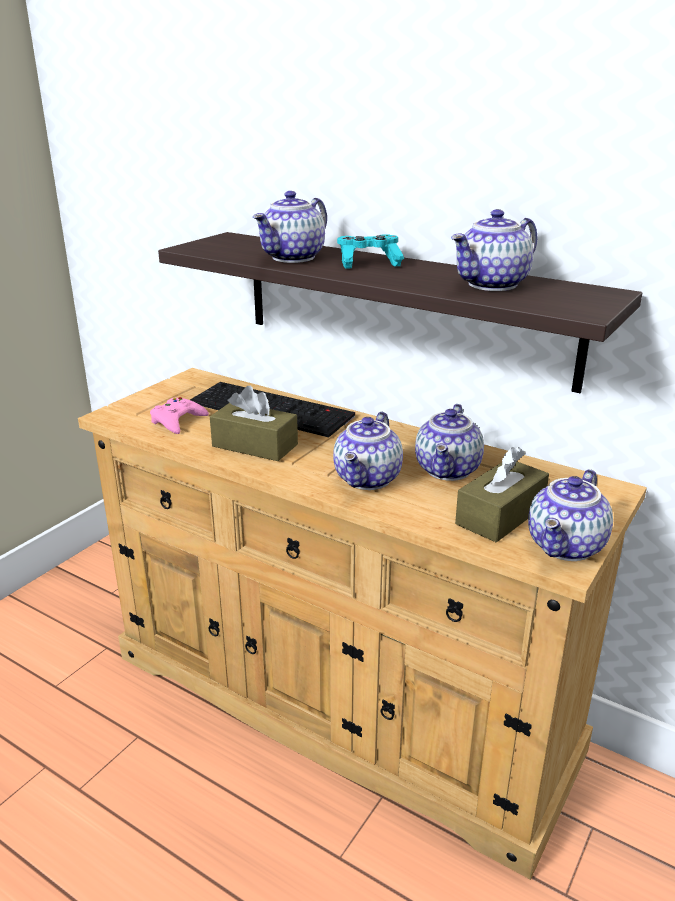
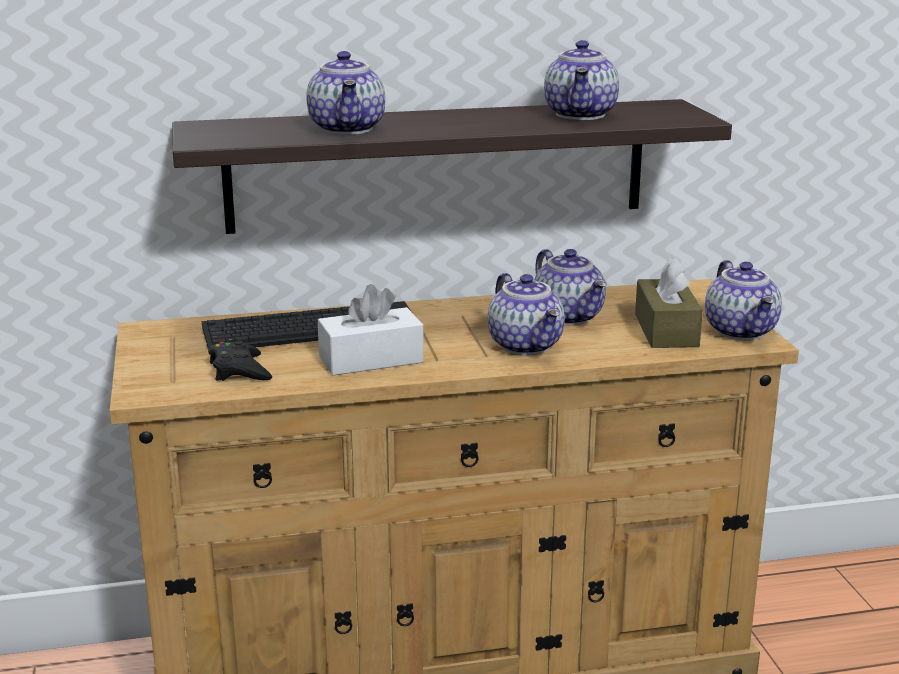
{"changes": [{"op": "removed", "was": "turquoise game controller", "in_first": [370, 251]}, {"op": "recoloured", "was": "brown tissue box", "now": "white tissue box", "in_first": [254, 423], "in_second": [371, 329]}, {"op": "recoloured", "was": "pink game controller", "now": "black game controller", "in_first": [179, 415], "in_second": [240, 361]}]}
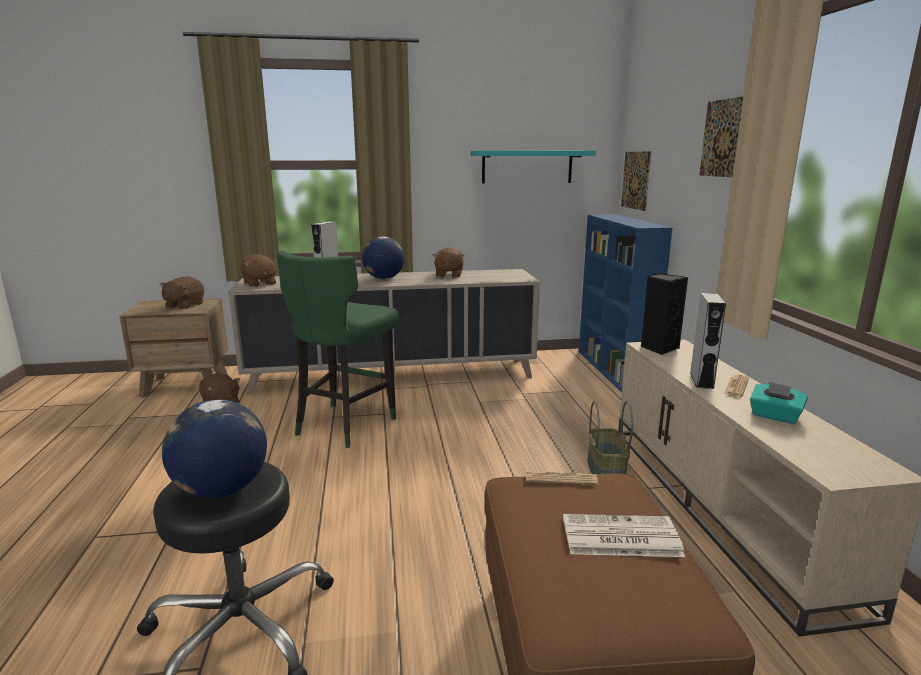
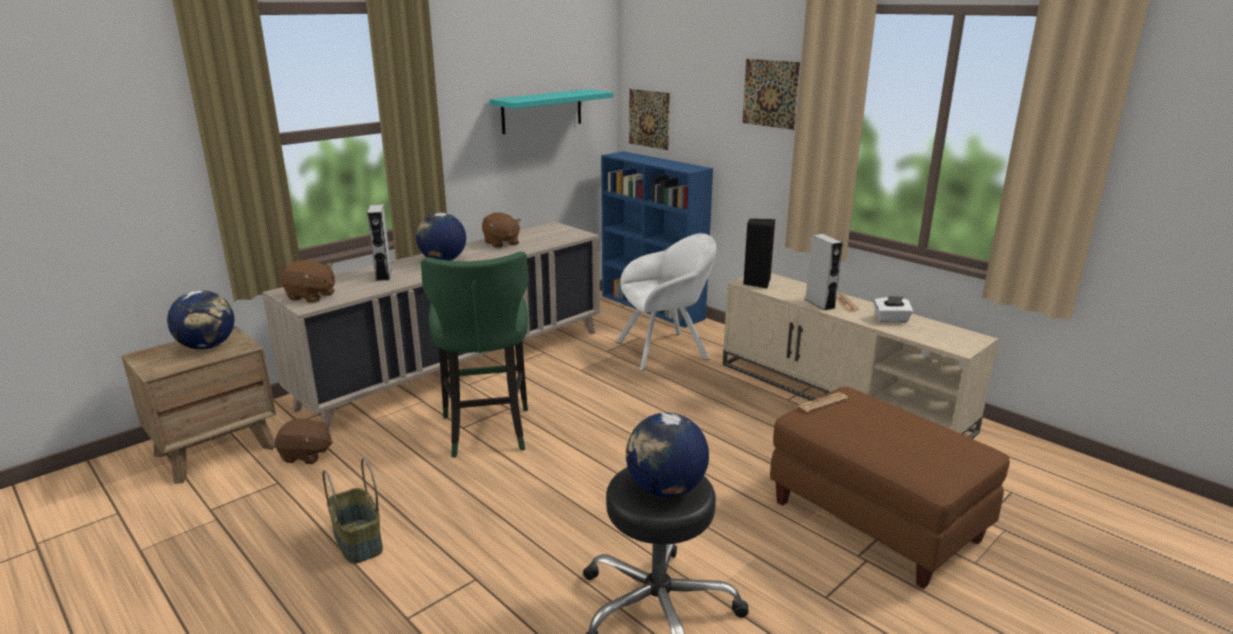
{"changes": [{"op": "replaced", "was": "brown plush toy", "now": "globe", "in_first": [182, 292], "in_second": [200, 320]}, {"op": "recoloured", "was": "turquoise tissue box", "now": "white tissue box", "in_first": [779, 403], "in_second": [893, 309]}, {"op": "moved", "was": "basket", "in_first": [610, 437], "in_second": [353, 511]}, {"op": "removed", "was": "newspaper", "in_first": [624, 535]}, {"op": "added", "now": "white armchair", "in_second": [666, 302]}]}
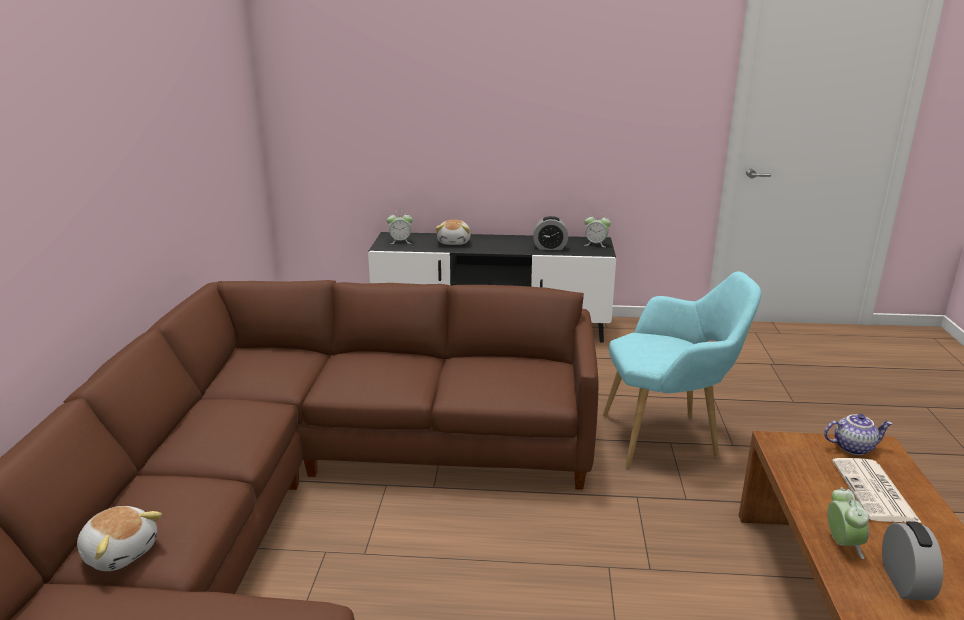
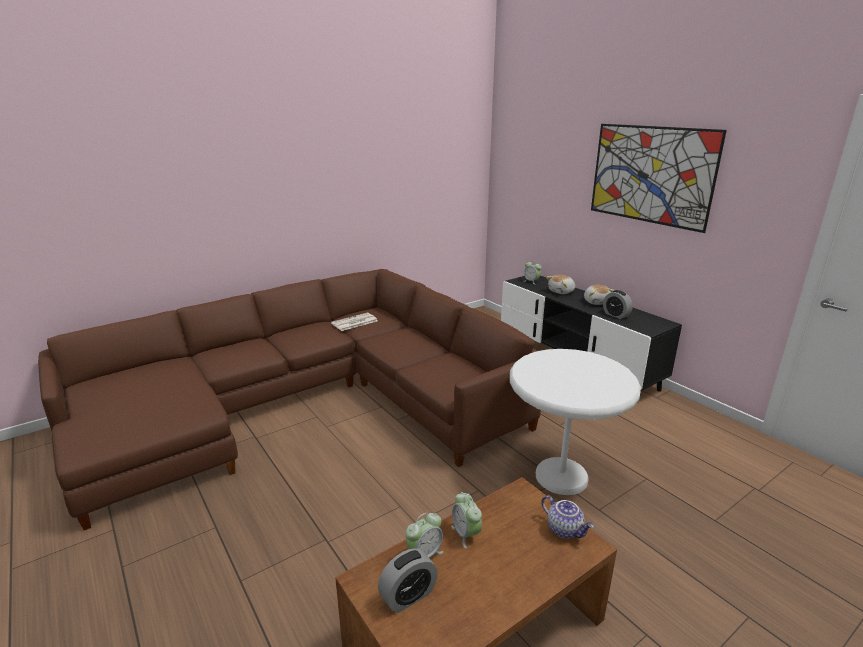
{"changes": [{"op": "moved", "was": "alarm clock", "in_first": [597, 230], "in_second": [466, 520]}, {"op": "replaced", "was": "turquoise armchair", "now": "white side table", "in_first": [682, 370], "in_second": [575, 422]}, {"op": "moved", "was": "newspaper", "in_first": [877, 490], "in_second": [354, 322]}, {"op": "moved", "was": "plush toy", "in_first": [119, 538], "in_second": [599, 295]}, {"op": "added", "now": "picture", "in_second": [659, 178]}]}
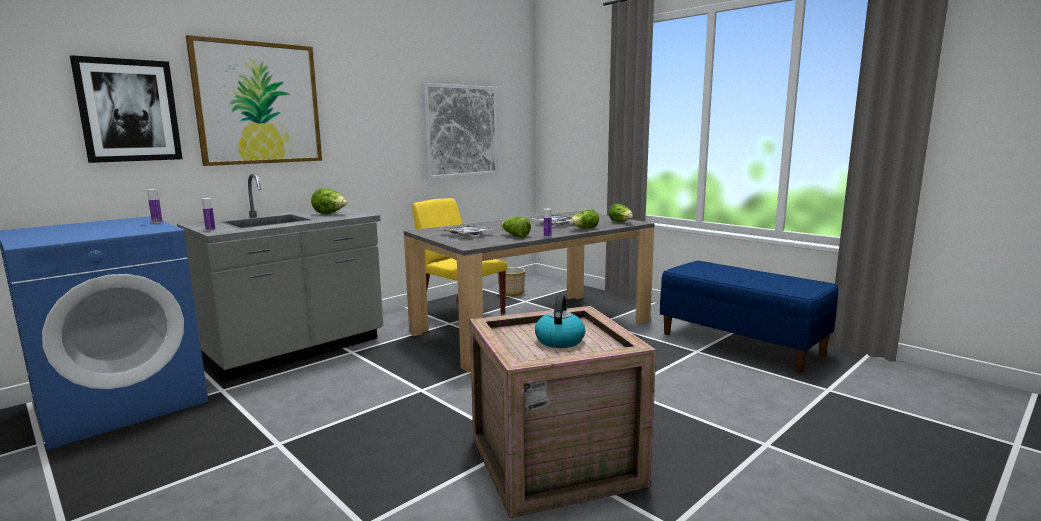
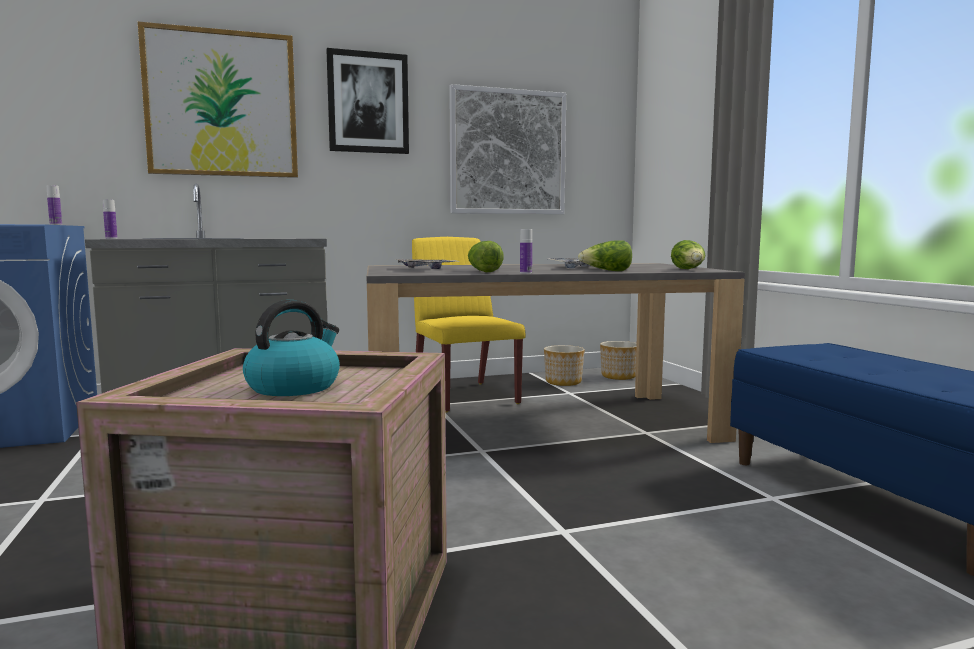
{"changes": [{"op": "moved", "was": "picture", "in_first": [126, 109], "in_second": [367, 101]}, {"op": "removed", "was": "lettuce", "in_first": [329, 201]}, {"op": "added", "now": "planter", "in_second": [618, 360]}]}
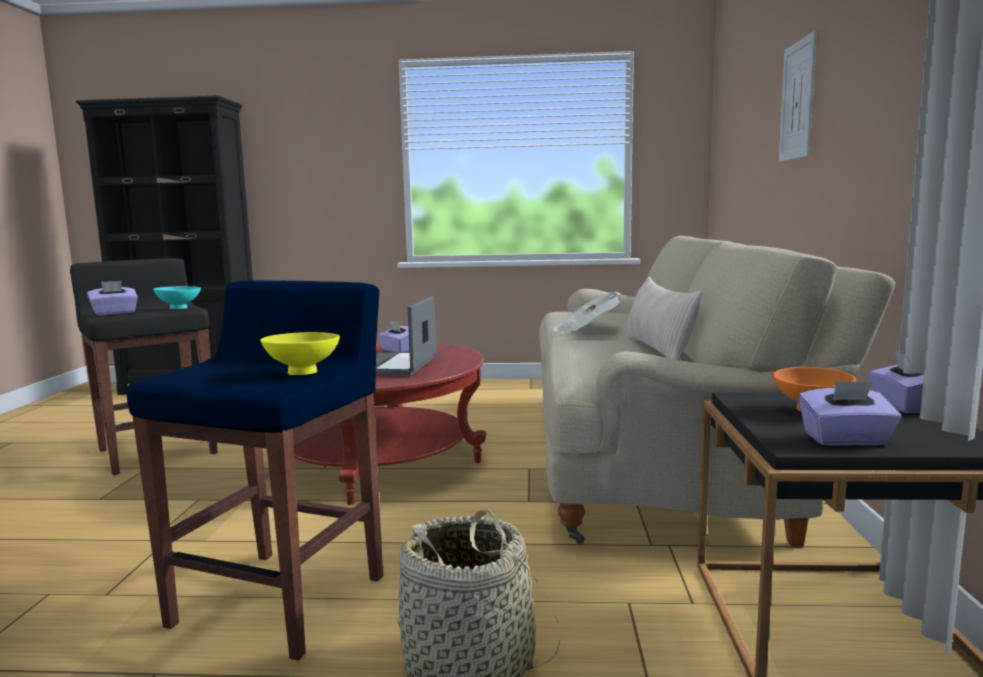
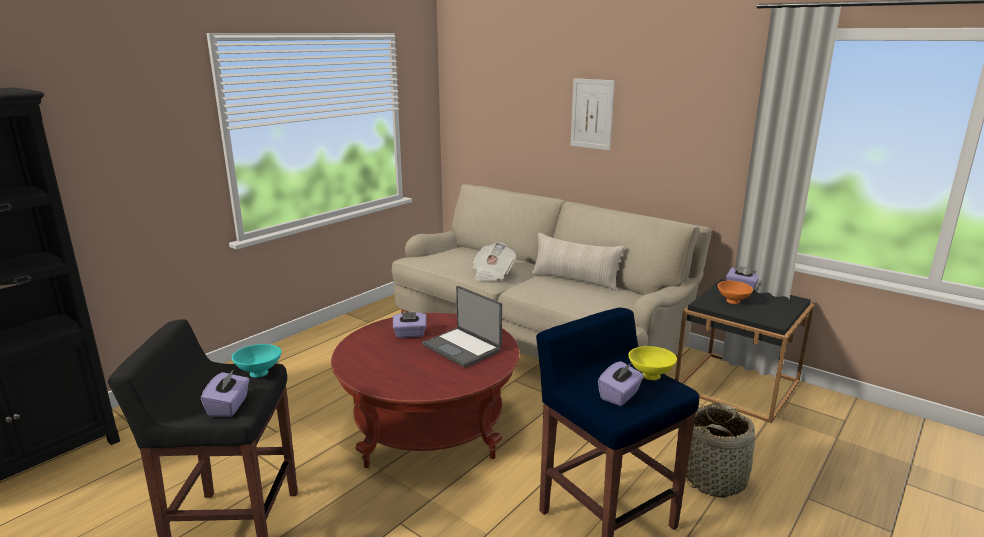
{"changes": [{"op": "moved", "was": "purple tissue box", "in_first": [849, 413], "in_second": [621, 383]}]}
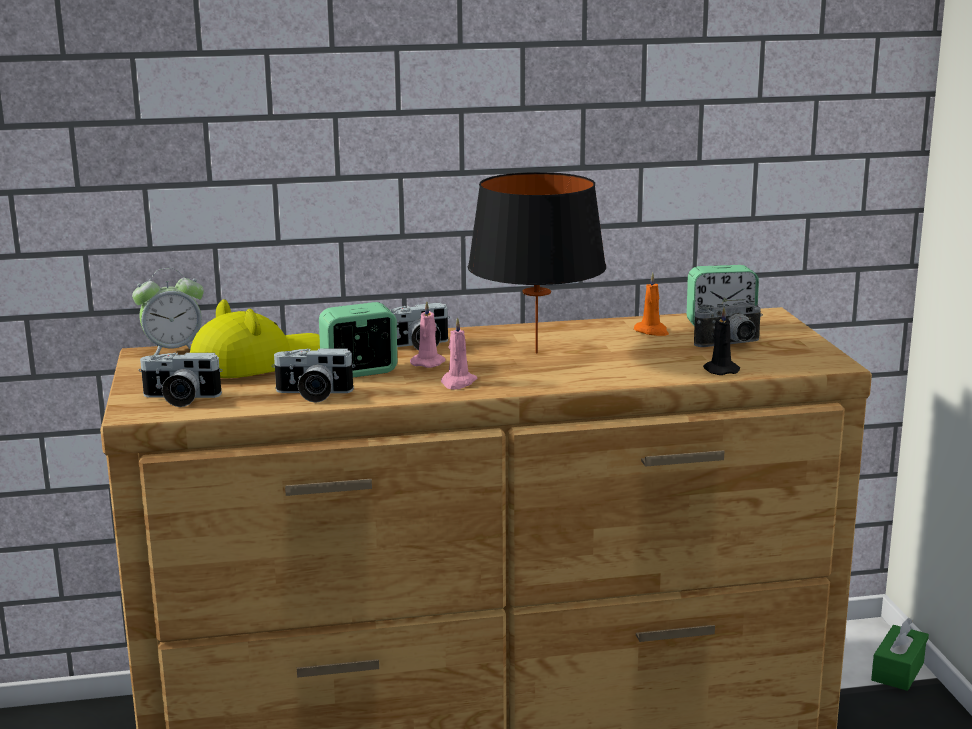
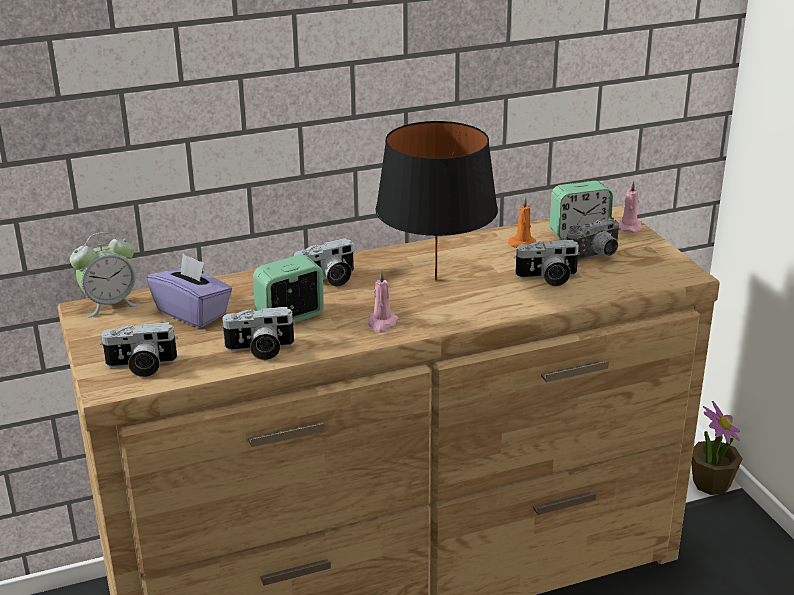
{"changes": [{"op": "replaced", "was": "yellow hat", "now": "purple tissue box", "in_first": [255, 338], "in_second": [189, 291]}, {"op": "moved", "was": "pink candle", "in_first": [428, 334], "in_second": [630, 206]}, {"op": "removed", "was": "black candle", "in_first": [721, 341]}, {"op": "replaced", "was": "green tissue box", "now": "potted plant", "in_first": [900, 654], "in_second": [716, 448]}, {"op": "added", "now": "photo camera", "in_second": [547, 263]}]}
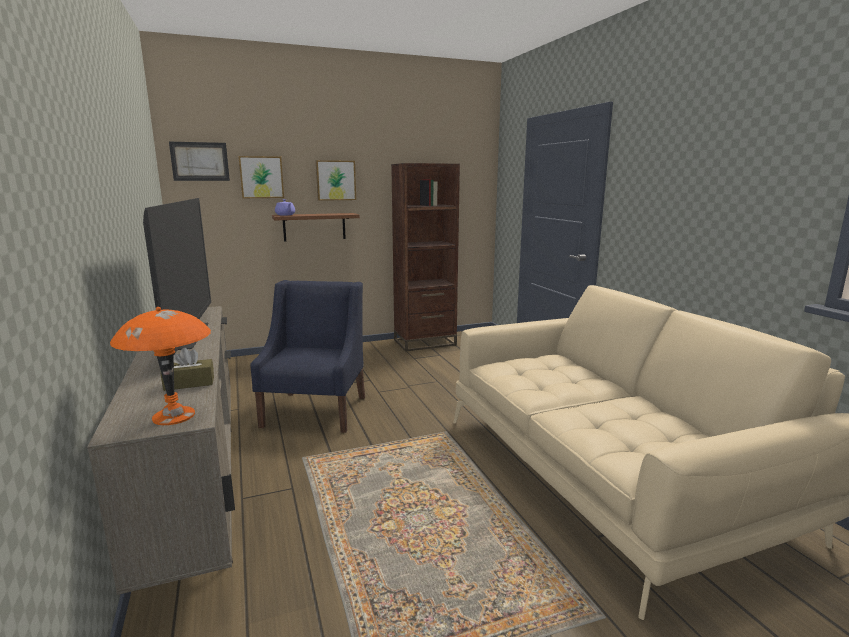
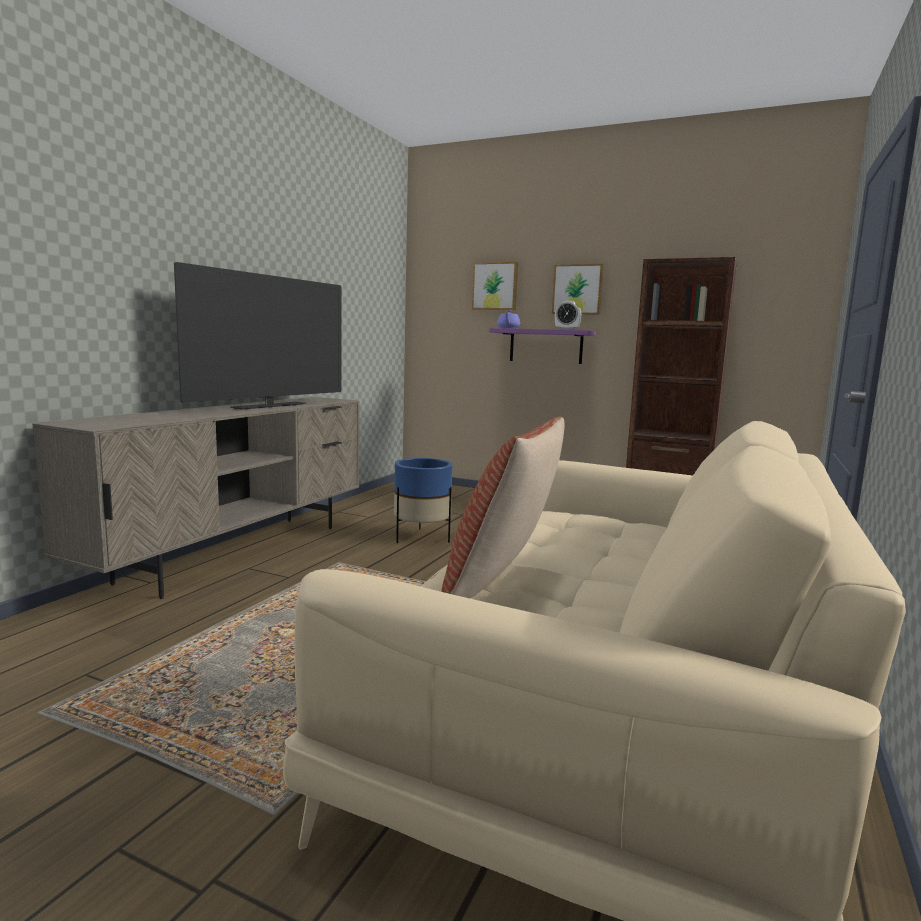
{"changes": [{"op": "removed", "was": "picture", "in_first": [199, 161]}, {"op": "recoloured", "was": "brown shelf", "now": "purple shelf", "in_first": [316, 227], "in_second": [542, 346]}, {"op": "replaced", "was": "blue armchair", "now": "blue planter", "in_first": [307, 356], "in_second": [423, 500]}, {"op": "removed", "was": "orange table lamp", "in_first": [160, 366]}, {"op": "removed", "was": "brown tissue box", "in_first": [187, 369]}, {"op": "added", "now": "alarm clock", "in_second": [568, 315]}, {"op": "added", "now": "pillow", "in_second": [503, 508]}]}
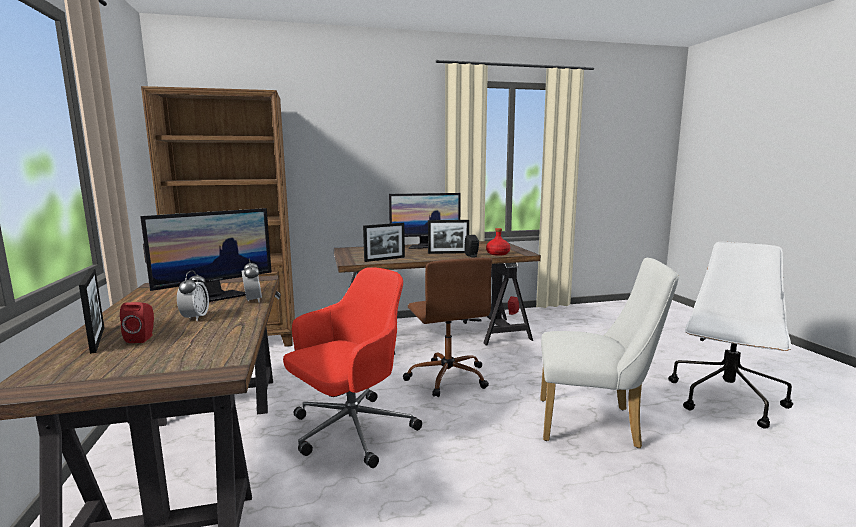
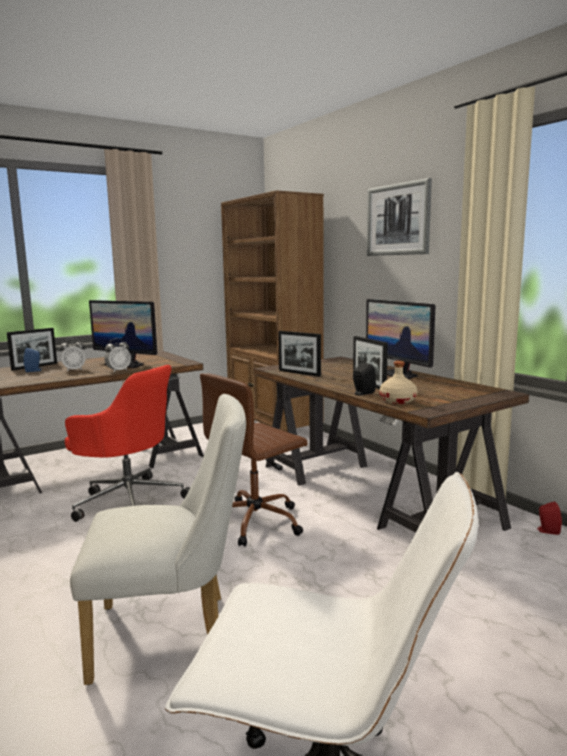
{"changes": [{"op": "recoloured", "was": "red bottle", "now": "beige bottle", "in_first": [498, 242], "in_second": [399, 382]}, {"op": "turned", "was": "white chair", "in_first": [609, 353], "in_second": [158, 539], "clockwise": -90}, {"op": "recoloured", "was": "red speaker", "now": "blue speaker", "in_first": [137, 322], "in_second": [33, 360]}, {"op": "added", "now": "picture", "in_second": [399, 217]}]}
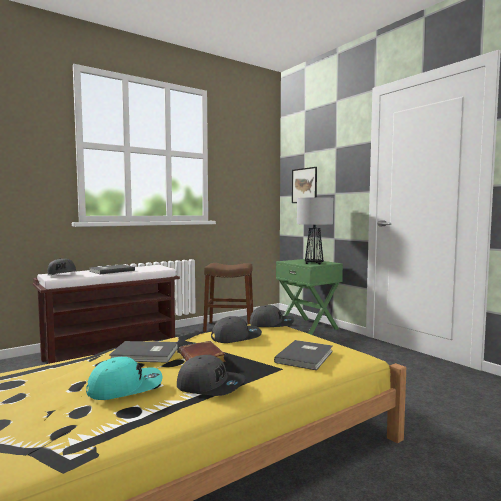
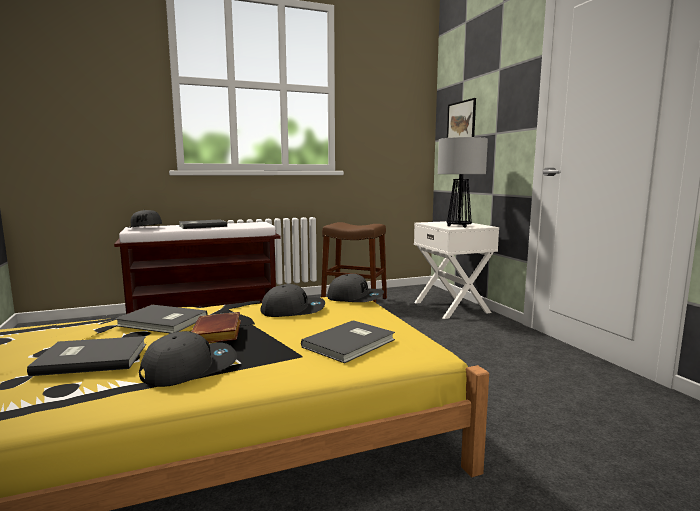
{"changes": [{"op": "recoloured", "was": "green nightstand", "now": "white nightstand", "in_first": [309, 297], "in_second": [456, 270]}, {"op": "turned", "was": "grey cap", "in_first": [211, 375], "in_second": [188, 359], "clockwise": -75}, {"op": "replaced", "was": "turquoise cap", "now": "grey book", "in_first": [124, 378], "in_second": [86, 356]}]}
